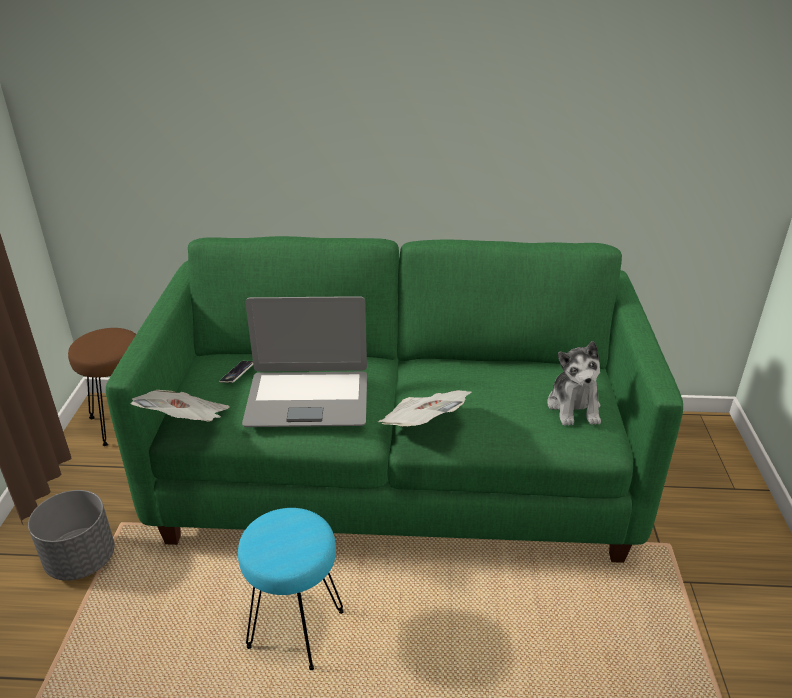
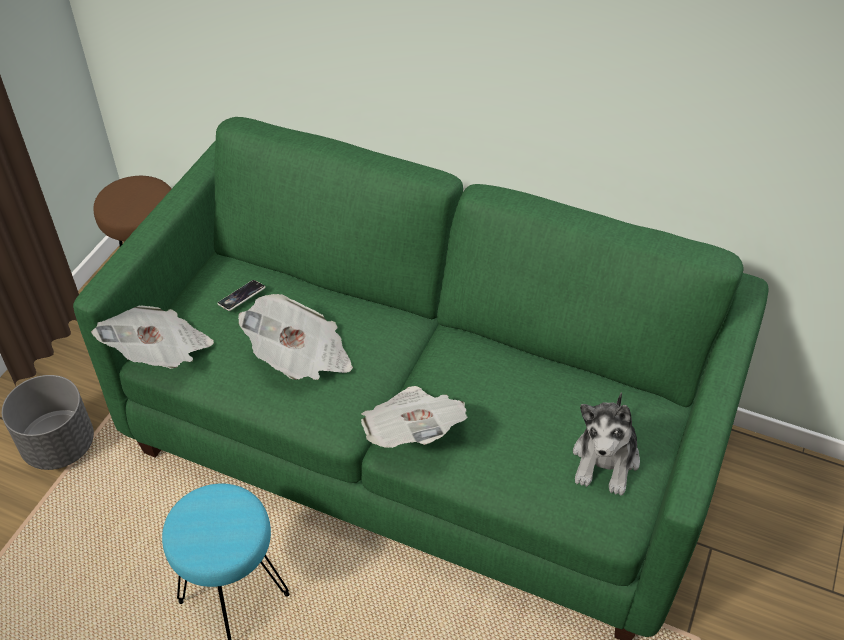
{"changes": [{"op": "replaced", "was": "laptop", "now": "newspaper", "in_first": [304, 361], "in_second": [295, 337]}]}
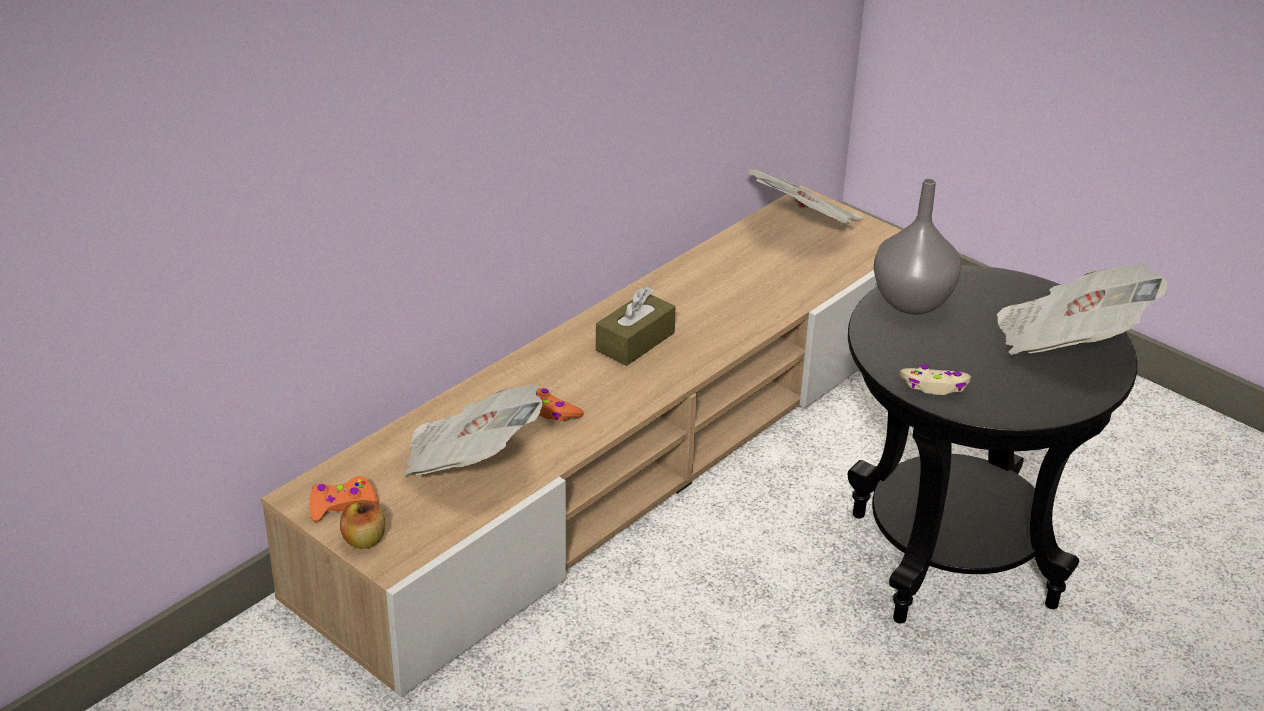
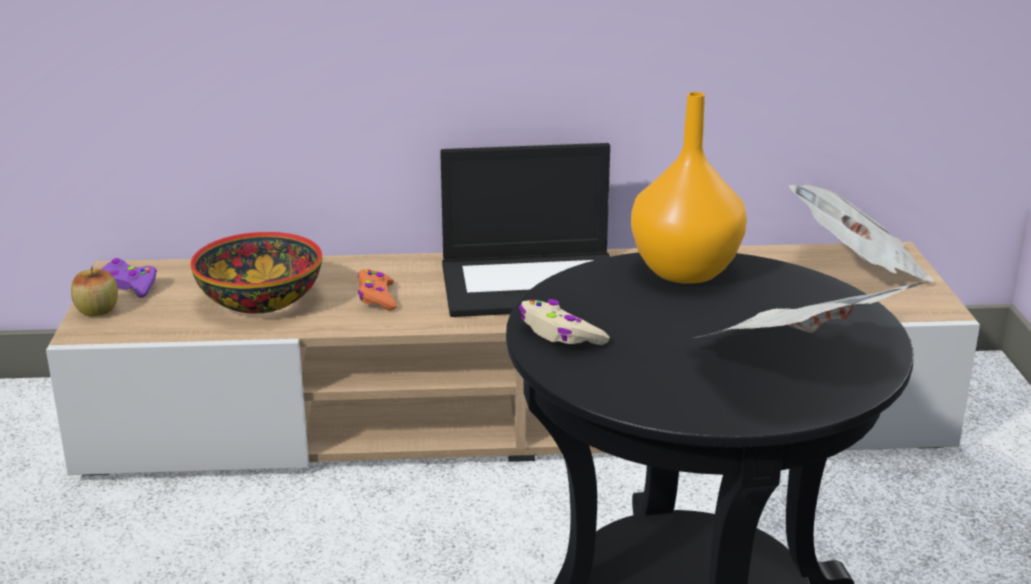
{"changes": [{"op": "recoloured", "was": "grey vase", "now": "orange vase", "in_first": [917, 246], "in_second": [689, 188]}, {"op": "replaced", "was": "brown tissue box", "now": "laptop", "in_first": [636, 326], "in_second": [525, 230]}, {"op": "replaced", "was": "newspaper", "now": "bowl", "in_first": [473, 430], "in_second": [256, 273]}, {"op": "recoloured", "was": "orange game controller", "now": "purple game controller", "in_first": [344, 499], "in_second": [129, 278]}]}
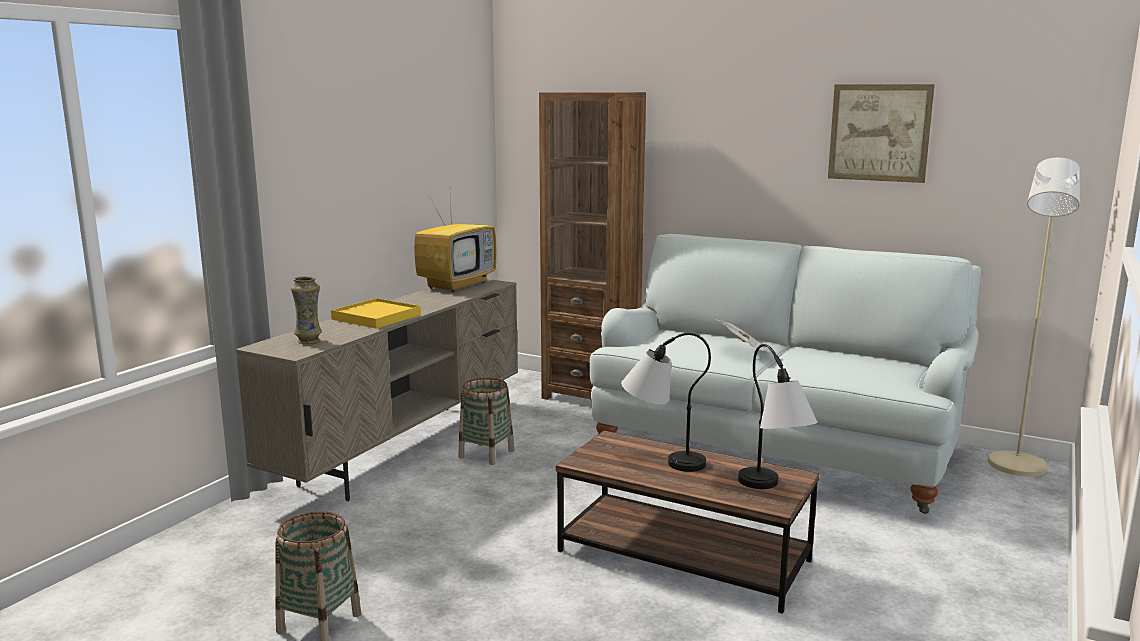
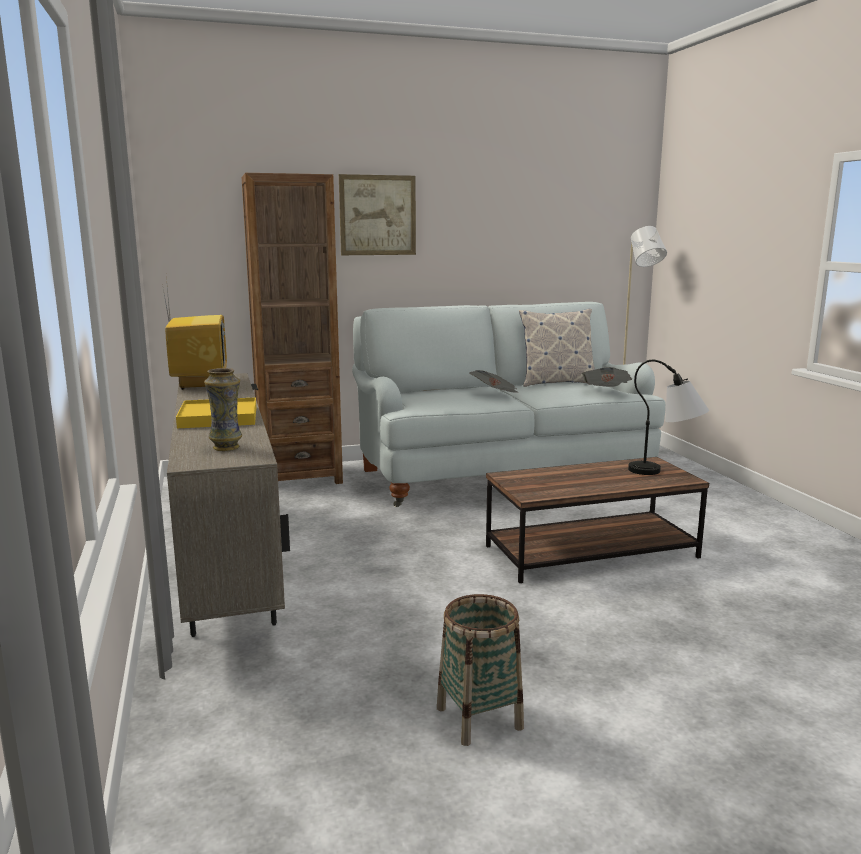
{"changes": [{"op": "moved", "was": "picture", "in_first": [881, 133], "in_second": [377, 214]}, {"op": "removed", "was": "table lamp", "in_first": [666, 402]}, {"op": "removed", "was": "basket", "in_first": [486, 421]}, {"op": "added", "now": "pillow", "in_second": [557, 348]}, {"op": "added", "now": "newspaper", "in_second": [607, 377]}]}
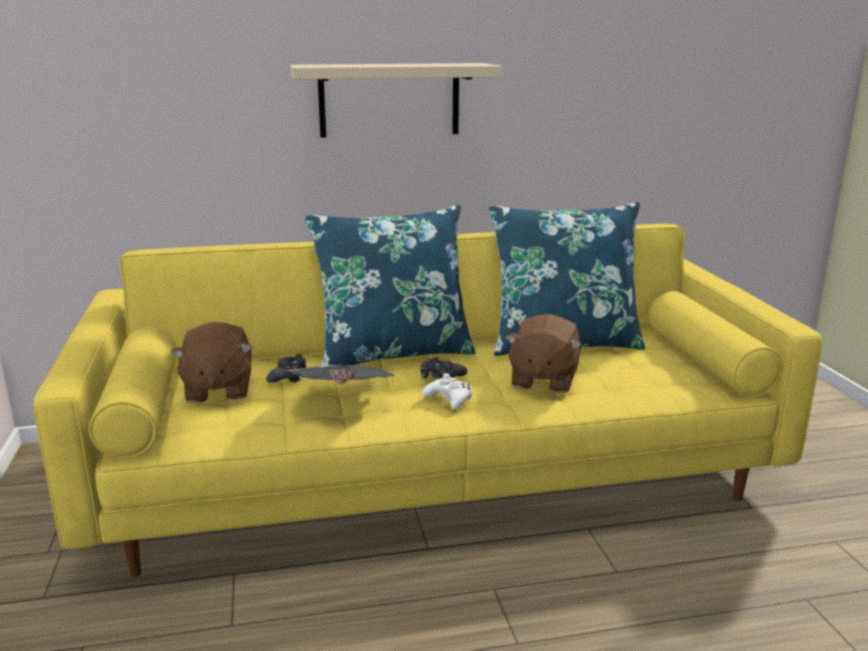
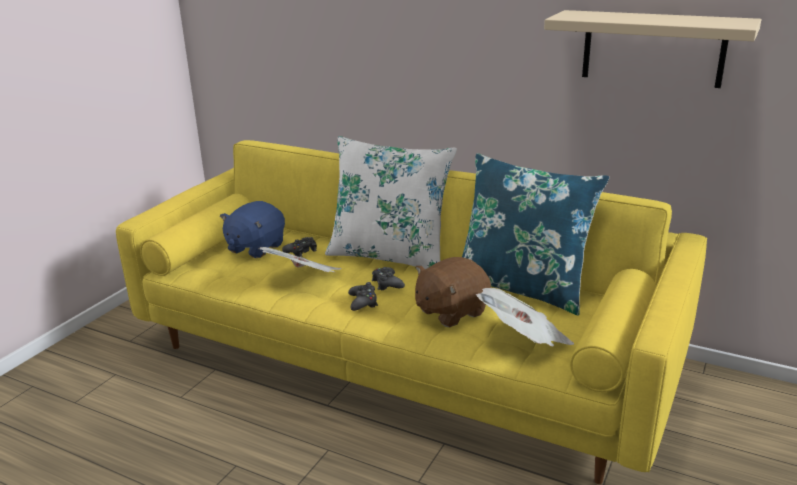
{"changes": [{"op": "moved", "was": "beige shelf", "in_first": [396, 100], "in_second": [652, 49]}, {"op": "recoloured", "was": "blue pillow", "now": "white pillow", "in_first": [390, 285], "in_second": [391, 202]}, {"op": "recoloured", "was": "brown plush toy", "now": "blue plush toy", "in_first": [211, 362], "in_second": [252, 229]}, {"op": "recoloured", "was": "white game controller", "now": "black game controller", "in_first": [447, 391], "in_second": [363, 296]}, {"op": "added", "now": "newspaper", "in_second": [525, 317]}]}
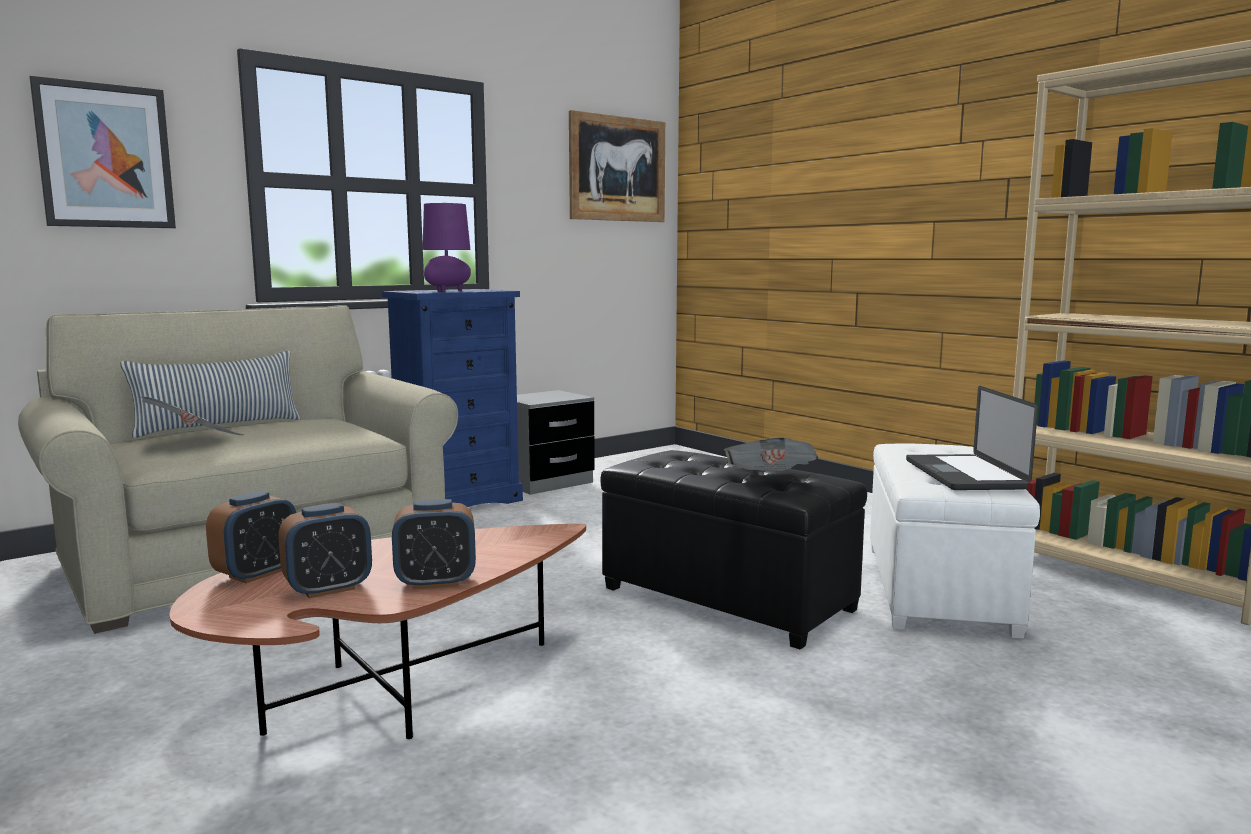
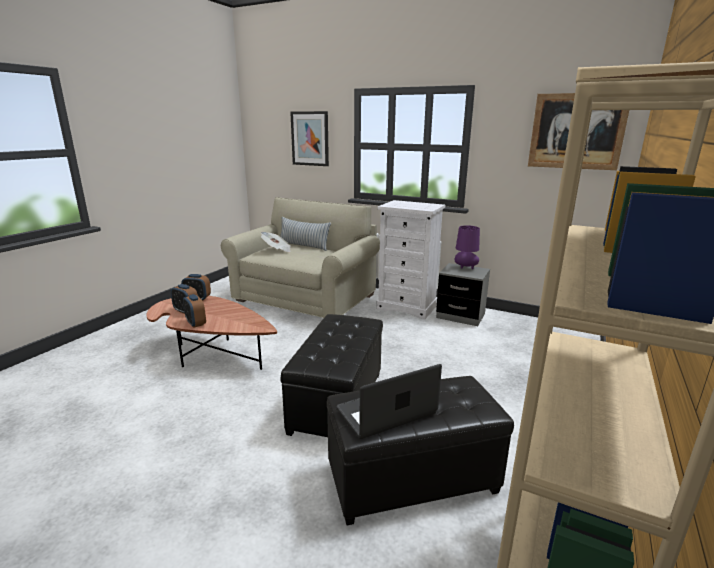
{"changes": [{"op": "moved", "was": "purple table lamp", "in_first": [446, 247], "in_second": [467, 247]}, {"op": "recoloured", "was": "blue dresser", "now": "white dresser", "in_first": [452, 398], "in_second": [410, 259]}, {"op": "removed", "was": "newspaper", "in_first": [771, 454]}, {"op": "recoloured", "was": "white ottoman", "now": "black ottoman", "in_first": [955, 541], "in_second": [420, 450]}]}
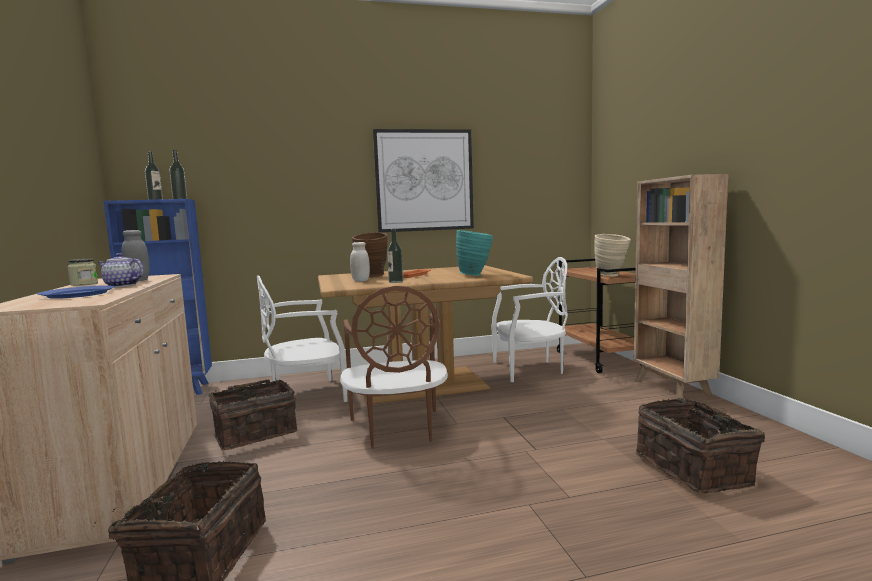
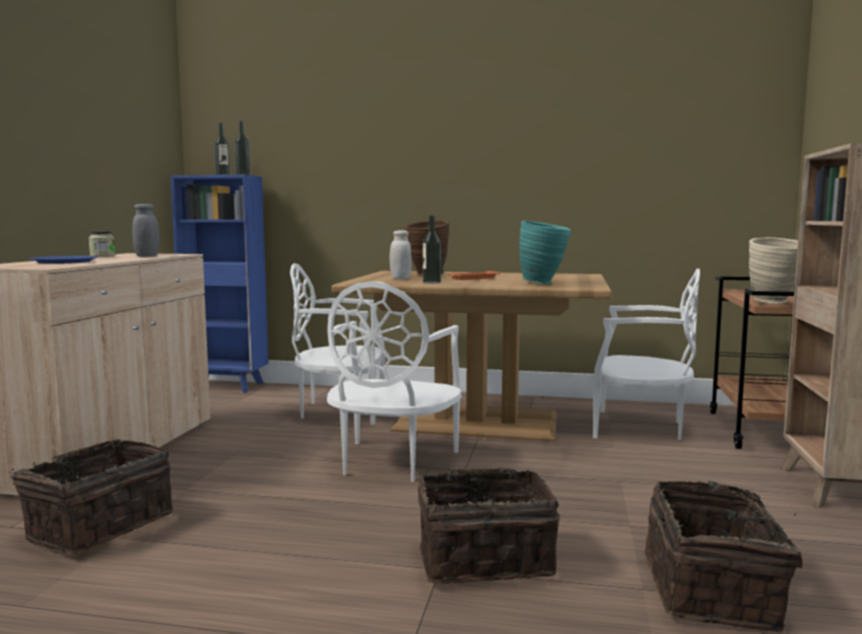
{"changes": [{"op": "removed", "was": "picture", "in_first": [423, 180]}, {"op": "removed", "was": "teapot", "in_first": [121, 270]}, {"op": "recoloured", "was": "brown chair", "now": "white chair", "in_first": [394, 367], "in_second": [394, 381]}, {"op": "moved", "was": "basket", "in_first": [252, 414], "in_second": [488, 526]}]}
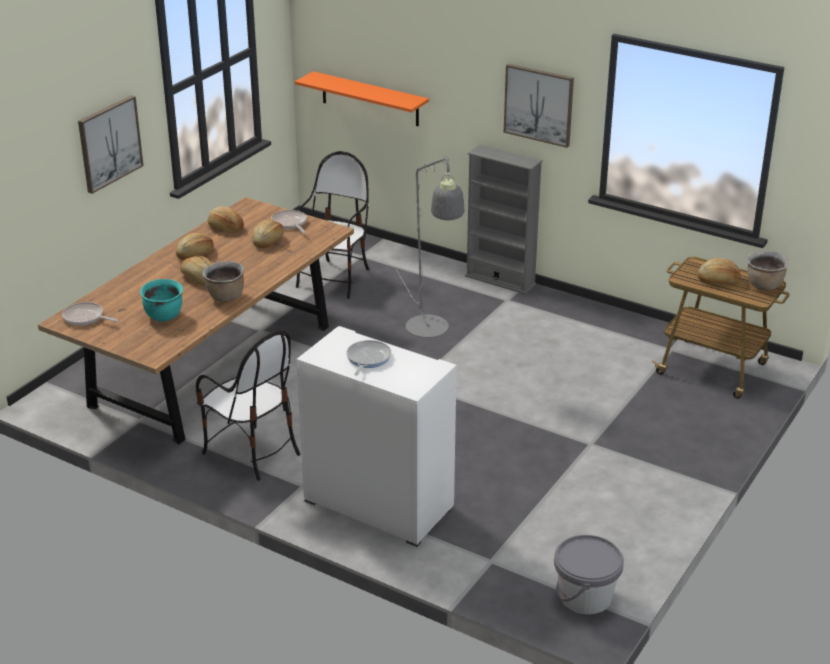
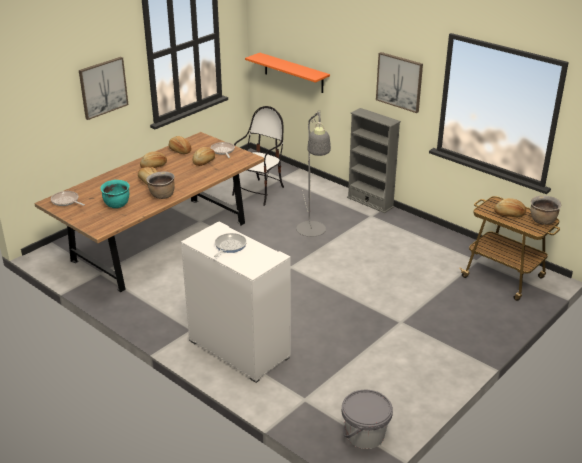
{"changes": [{"op": "removed", "was": "chair", "in_first": [248, 405]}]}
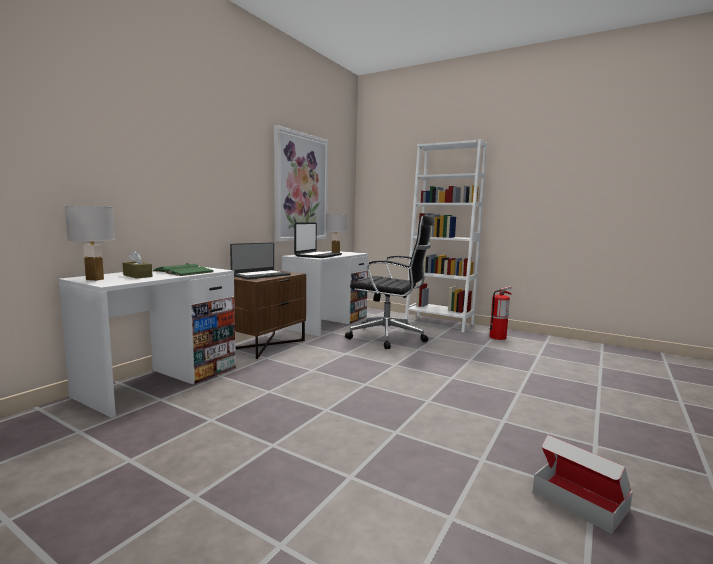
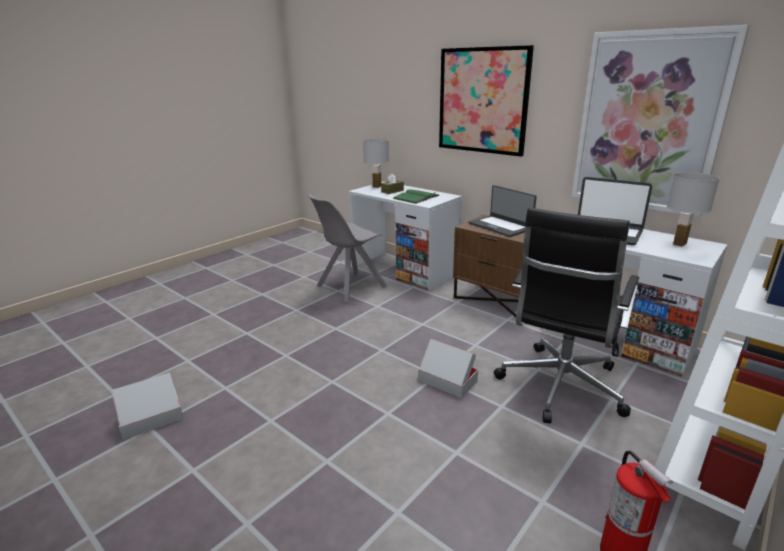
{"changes": [{"op": "added", "now": "picture", "in_second": [486, 101]}, {"op": "added", "now": "grey chair", "in_second": [347, 248]}, {"op": "added", "now": "cardboard box", "in_second": [448, 368]}]}
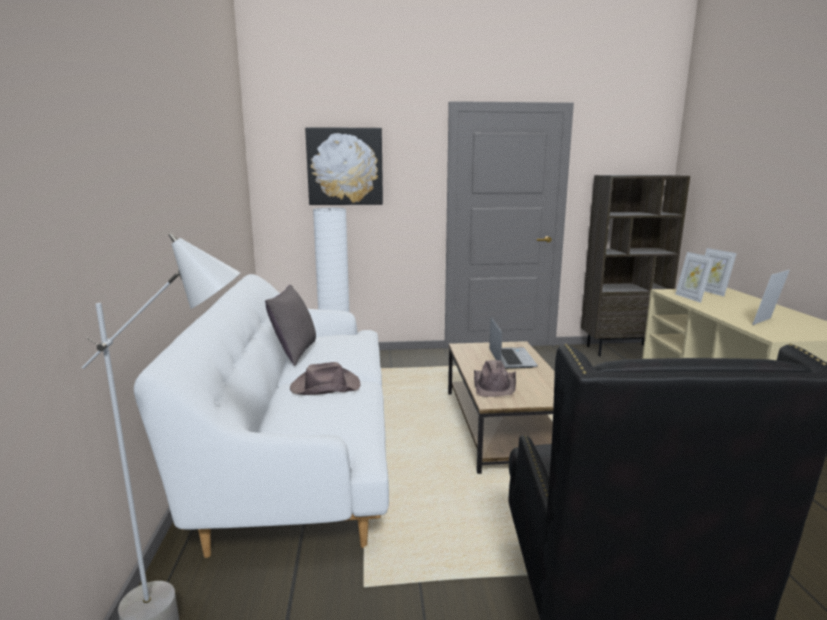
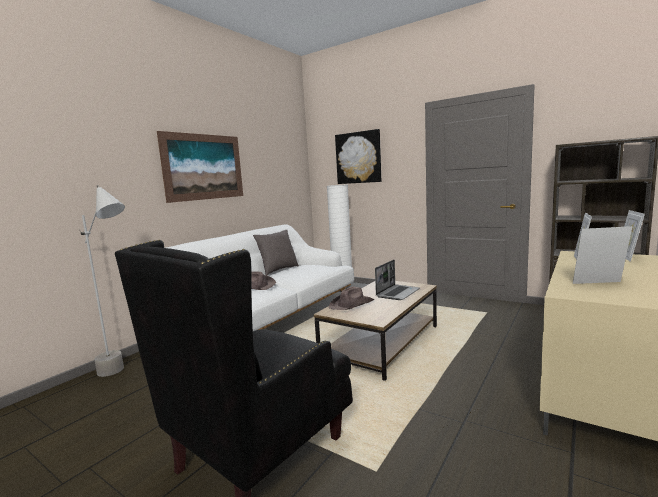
{"changes": [{"op": "added", "now": "picture", "in_second": [200, 167]}]}
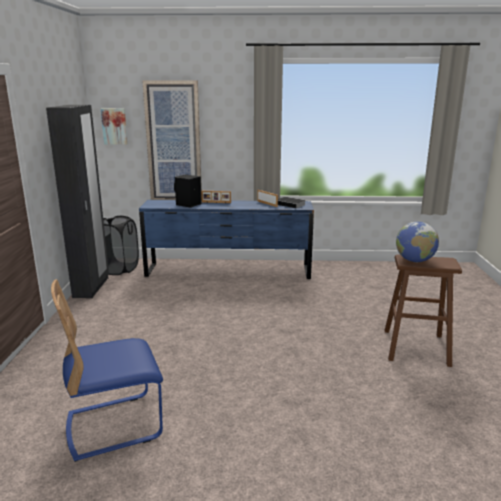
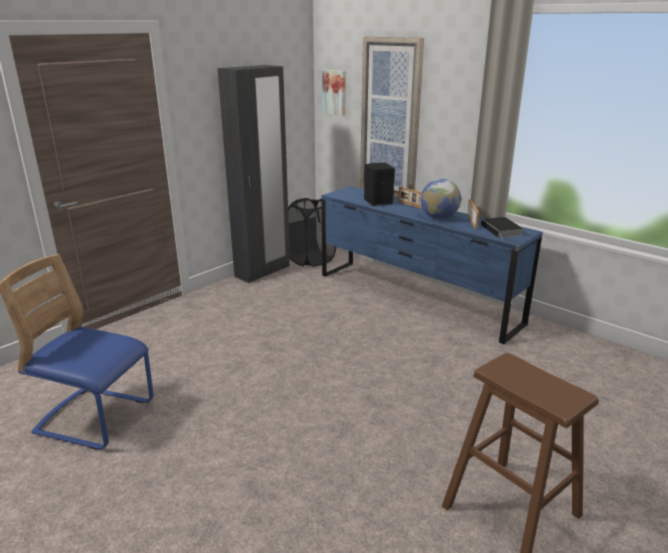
{"changes": [{"op": "moved", "was": "globe", "in_first": [417, 242], "in_second": [440, 199]}]}
